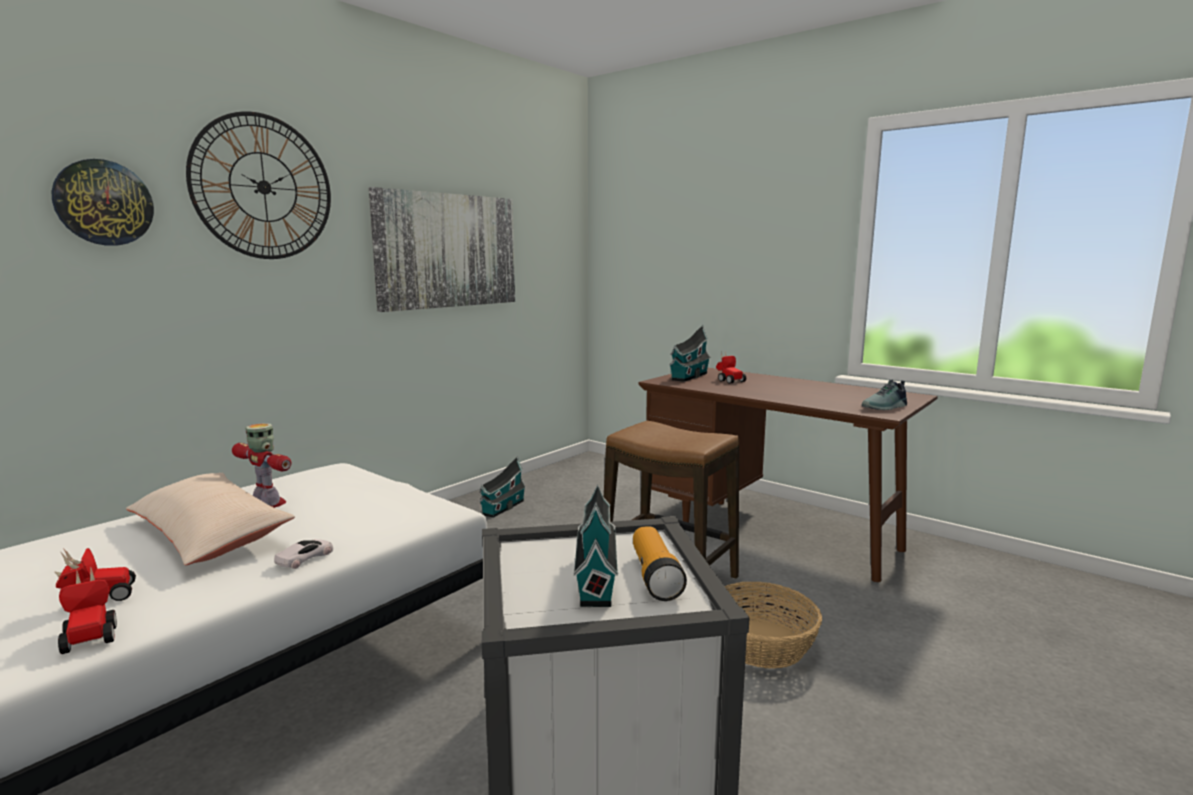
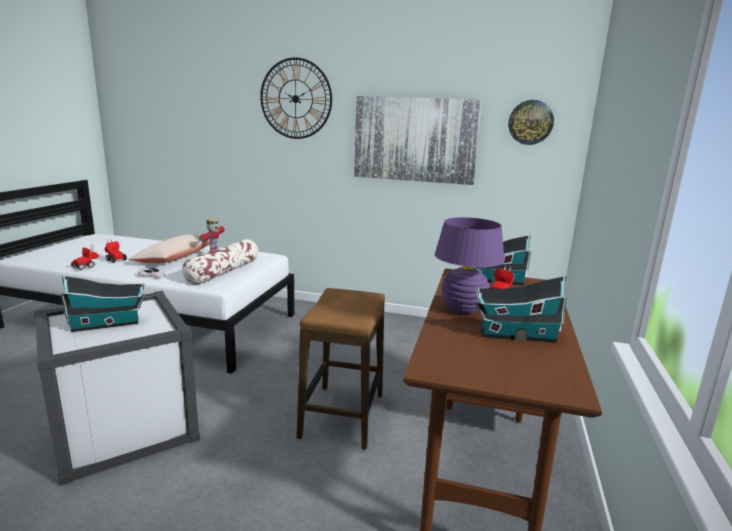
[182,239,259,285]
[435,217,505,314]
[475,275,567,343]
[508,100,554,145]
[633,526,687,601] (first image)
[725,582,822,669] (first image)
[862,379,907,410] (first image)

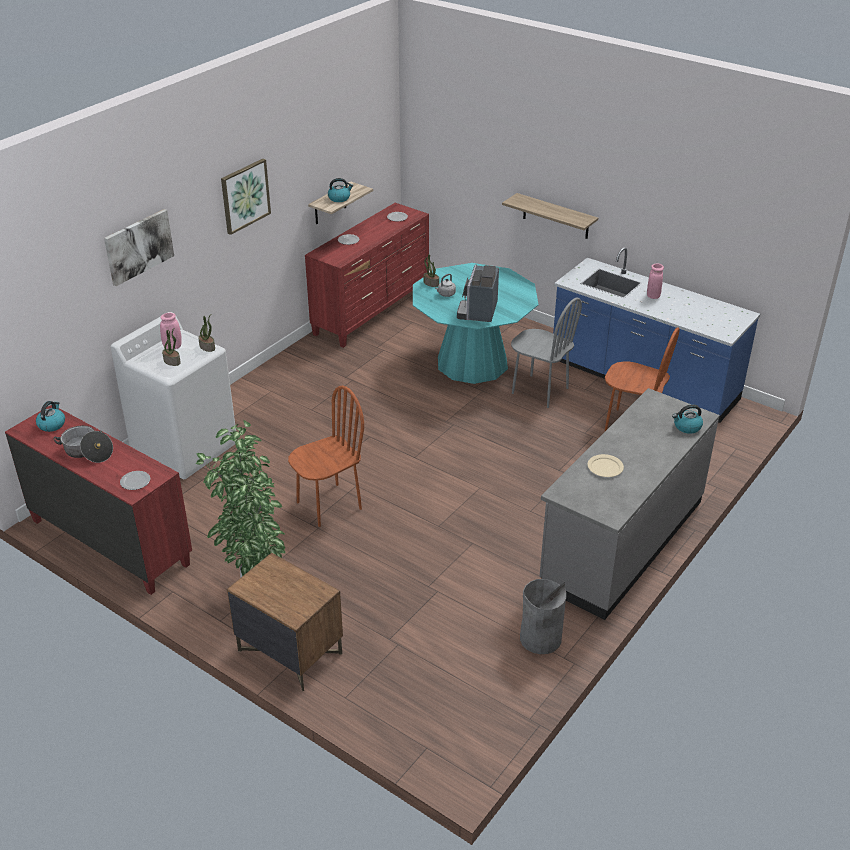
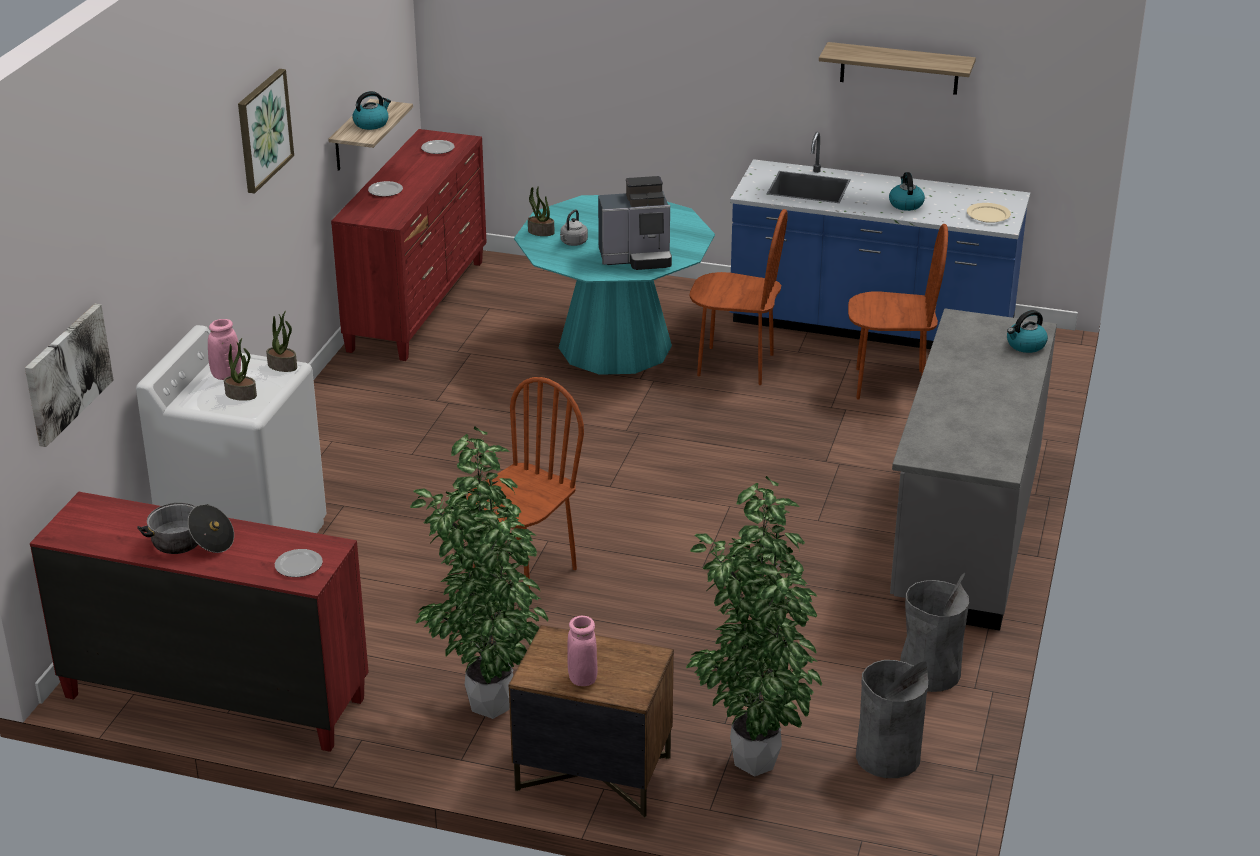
[25,304,113,447]
[567,616,597,686]
[598,176,672,270]
[686,476,822,777]
[690,209,788,385]
[819,42,976,95]
[856,660,928,778]
[889,172,925,211]
[967,203,1011,223]

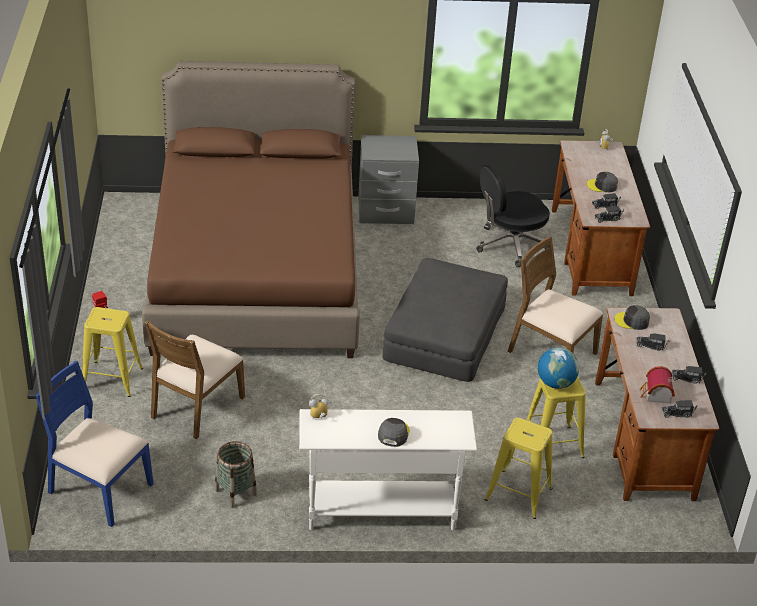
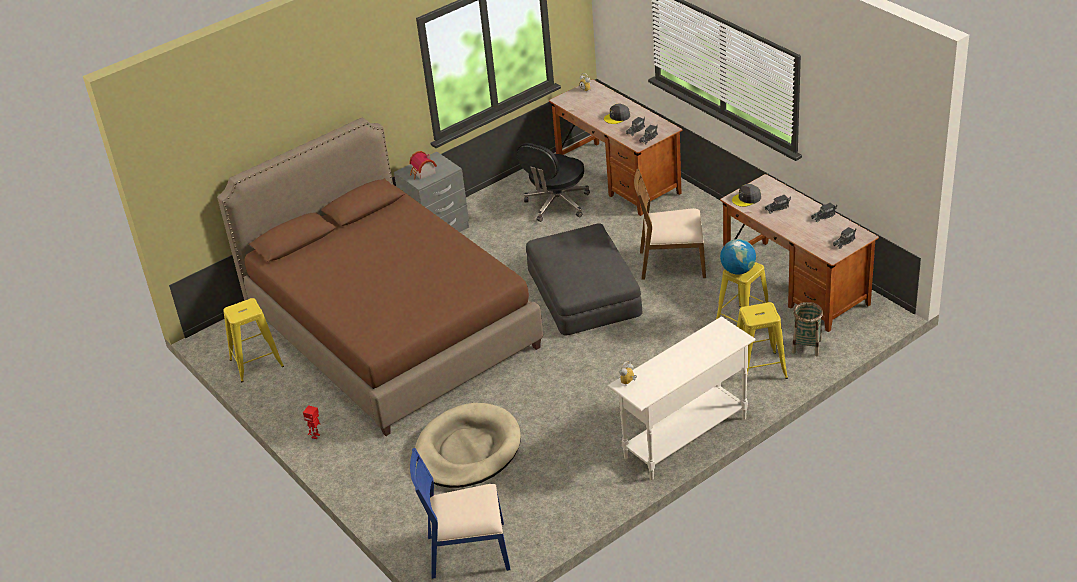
[223,298,284,382]
[409,151,437,179]
[415,403,521,488]
[792,302,823,356]
[378,418,410,447] (first image)

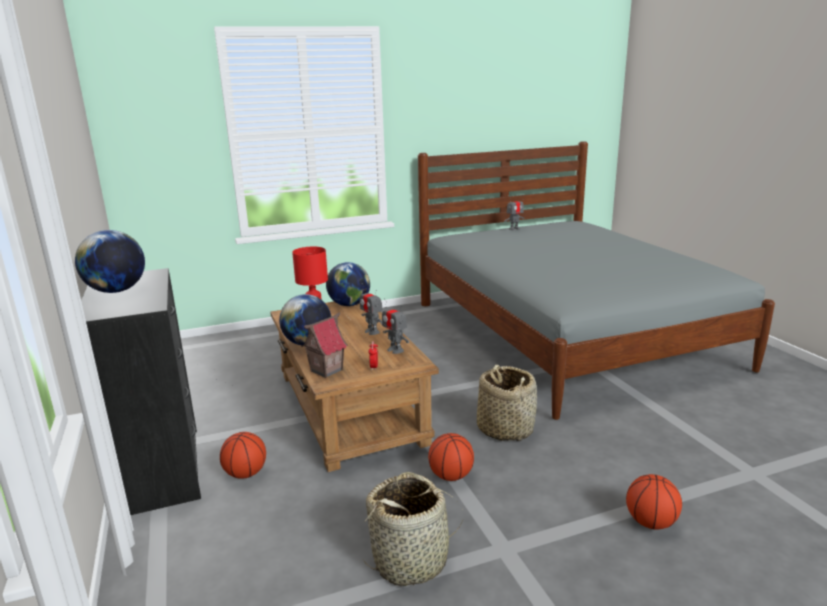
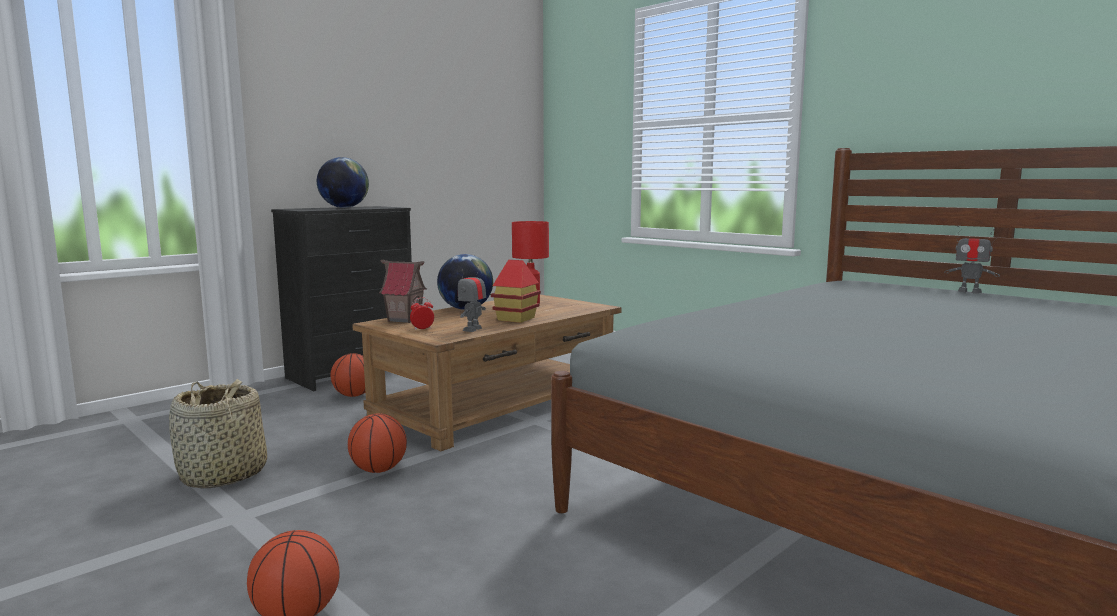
[491,260,541,323]
[326,262,370,306] (first image)
[477,365,537,441] (first image)

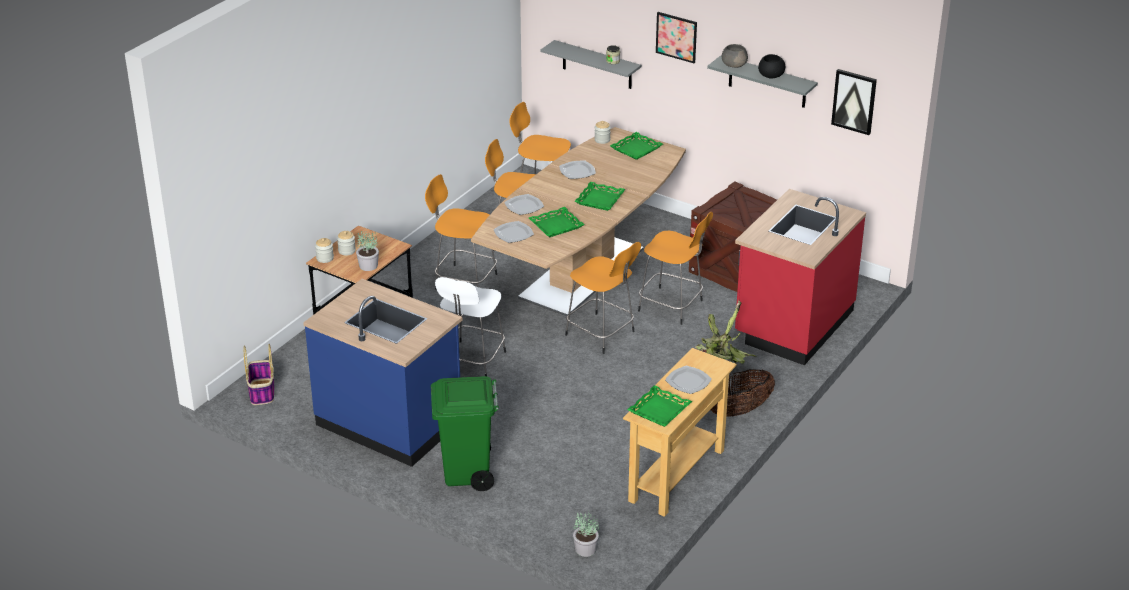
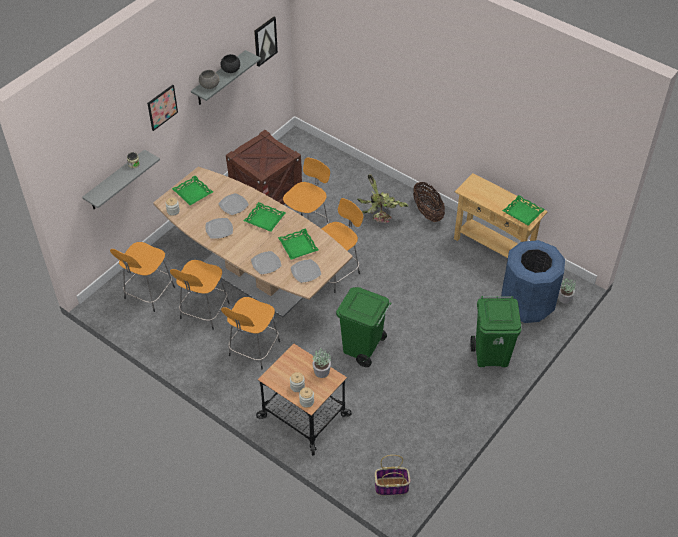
[218,193,249,215]
[336,287,392,367]
[501,240,565,323]
[303,279,462,467] (first image)
[735,189,866,365] (first image)

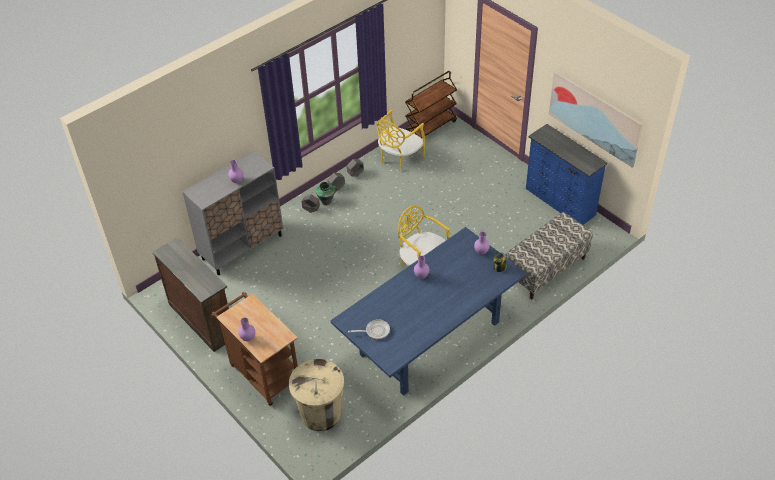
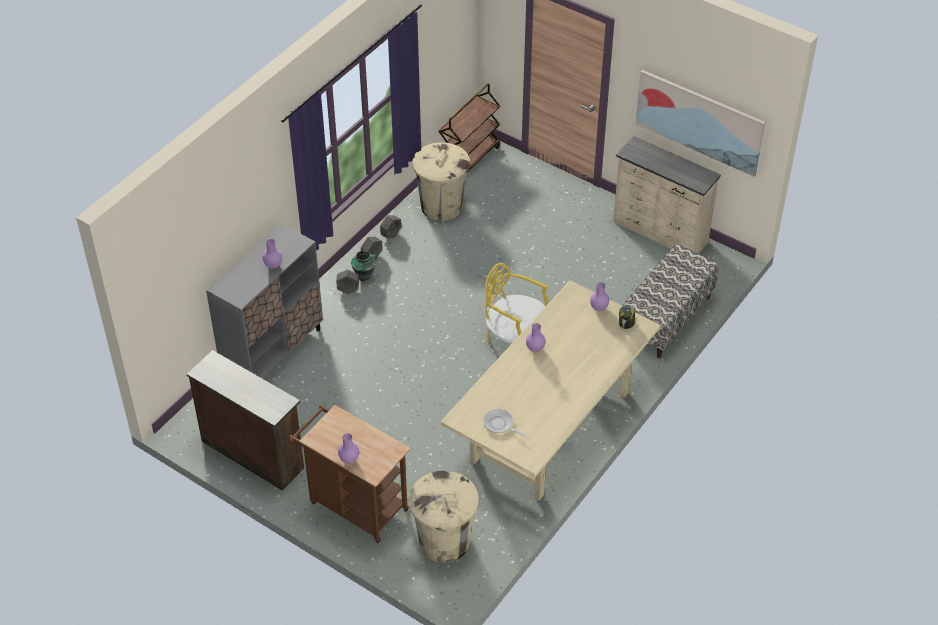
[412,142,470,221]
[441,280,660,501]
[483,409,529,438]
[613,136,721,253]

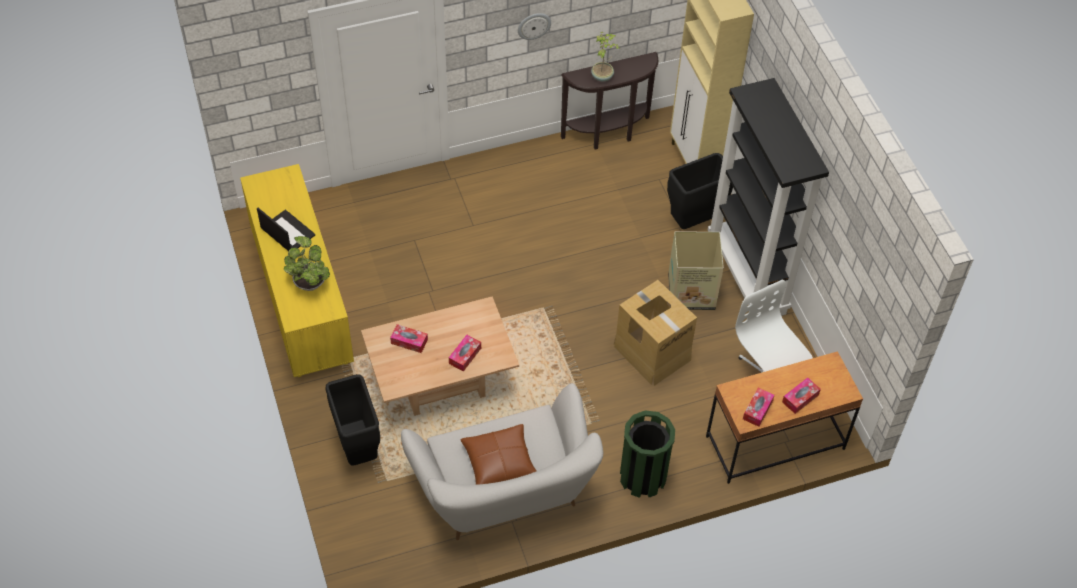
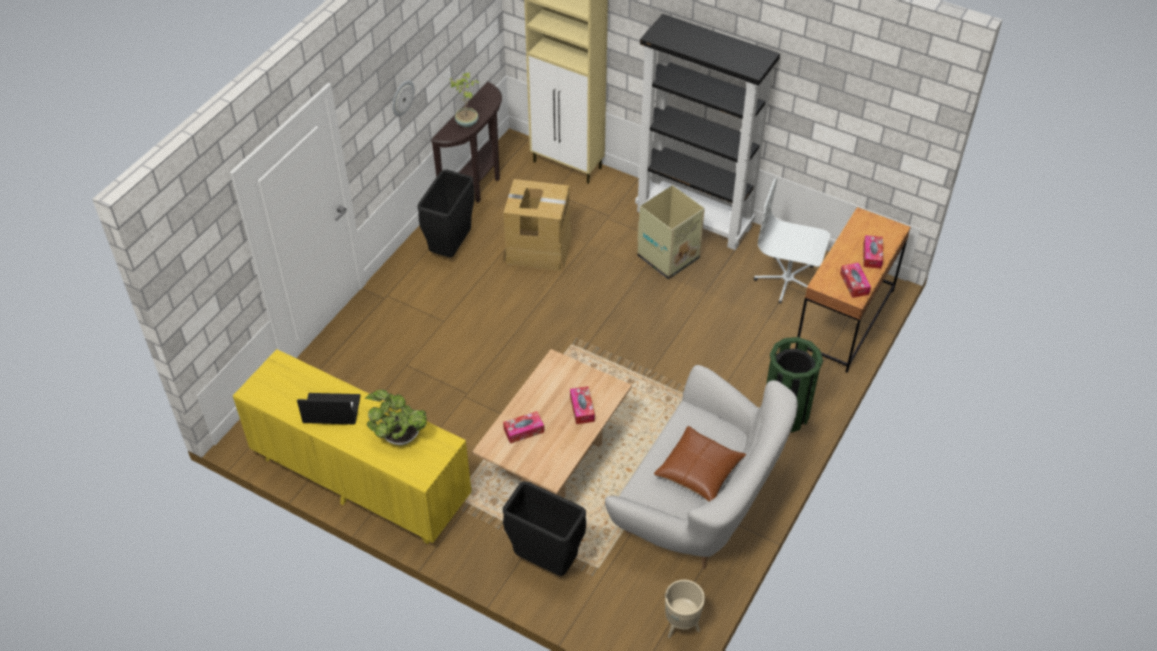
[417,170,475,258]
[504,179,572,271]
[665,580,705,638]

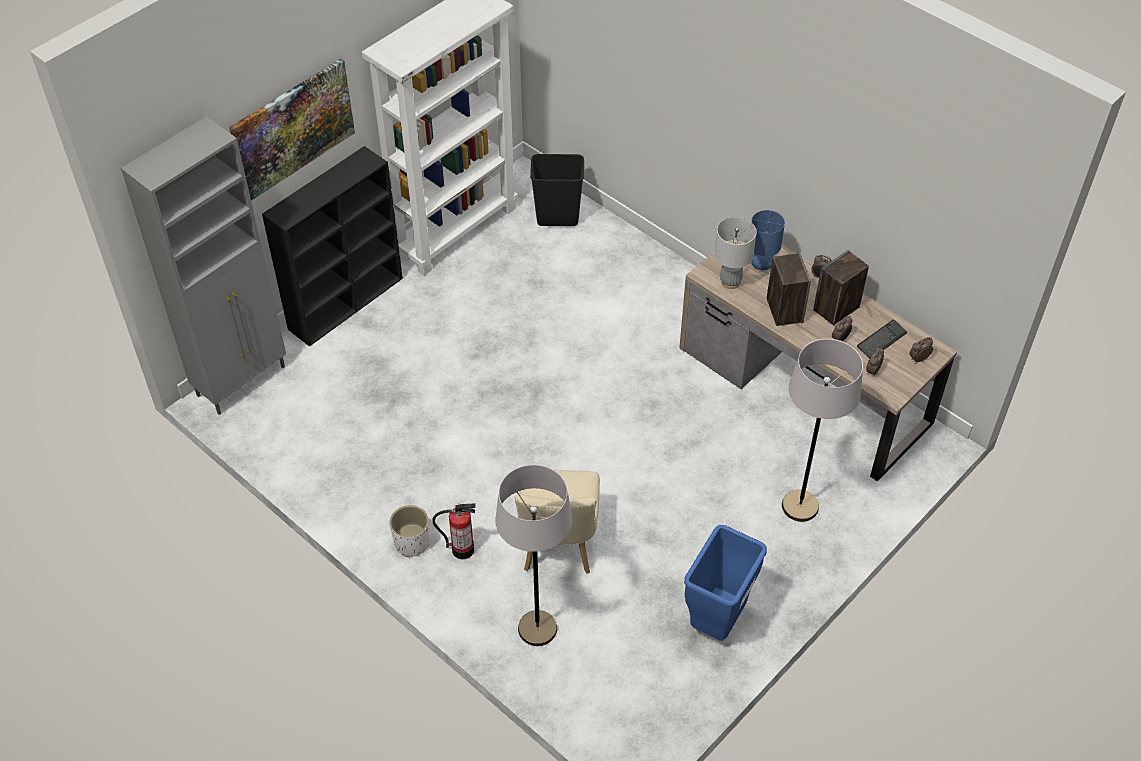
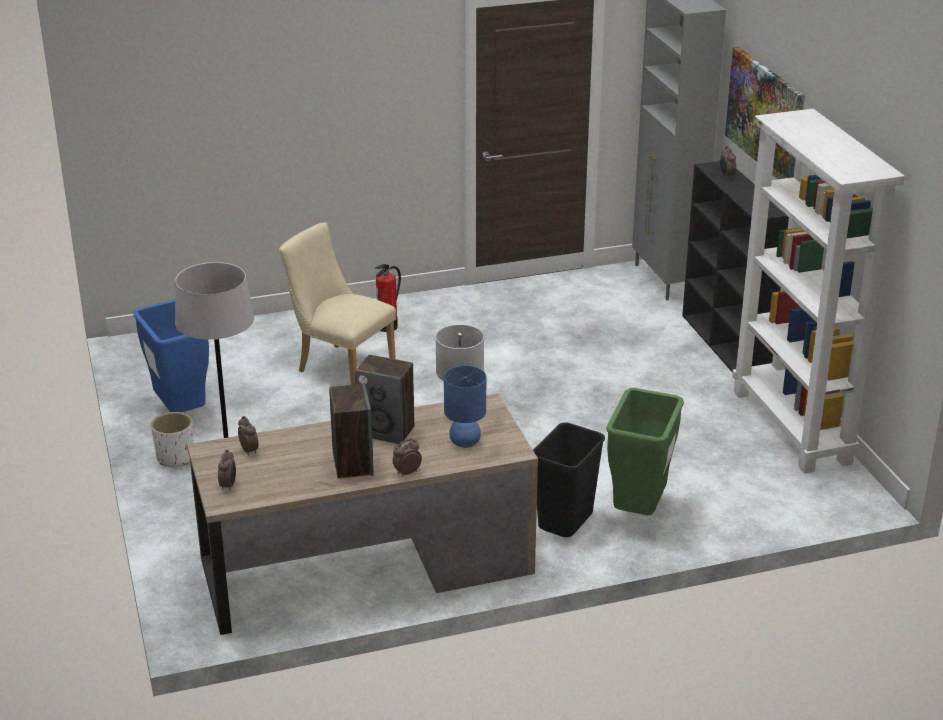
[151,412,194,466]
[533,422,605,537]
[606,388,684,515]
[719,146,736,179]
[495,464,572,646] (first image)
[857,319,908,359] (first image)

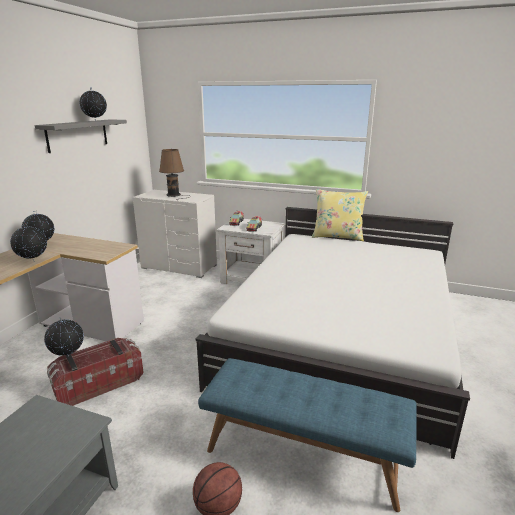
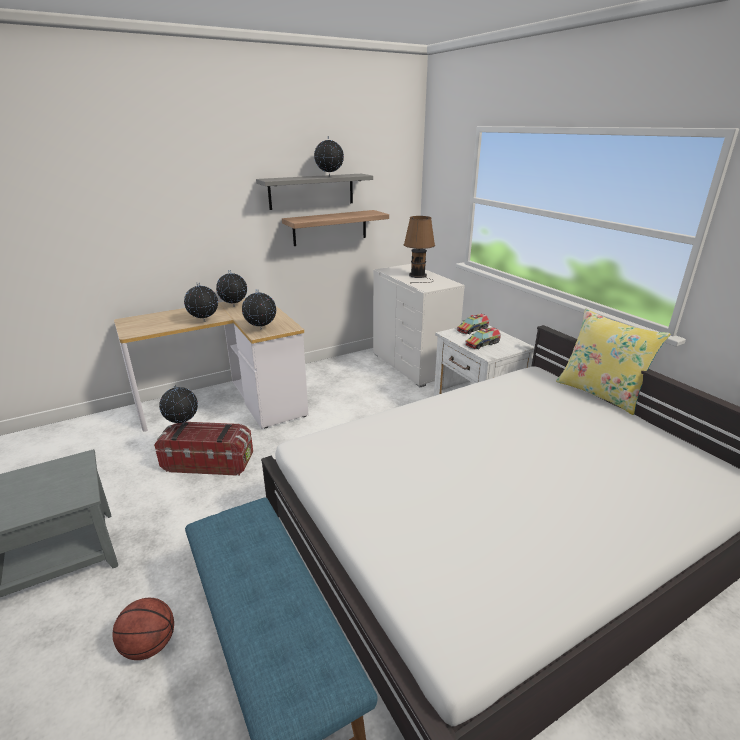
[242,289,276,330]
[282,210,389,246]

